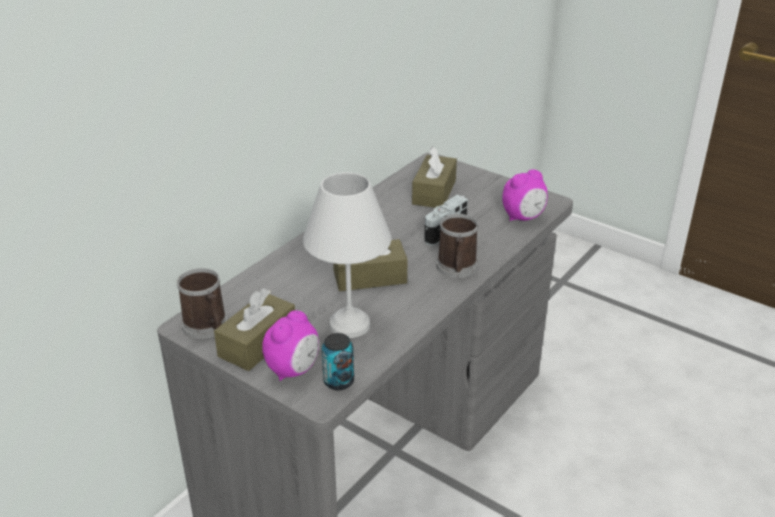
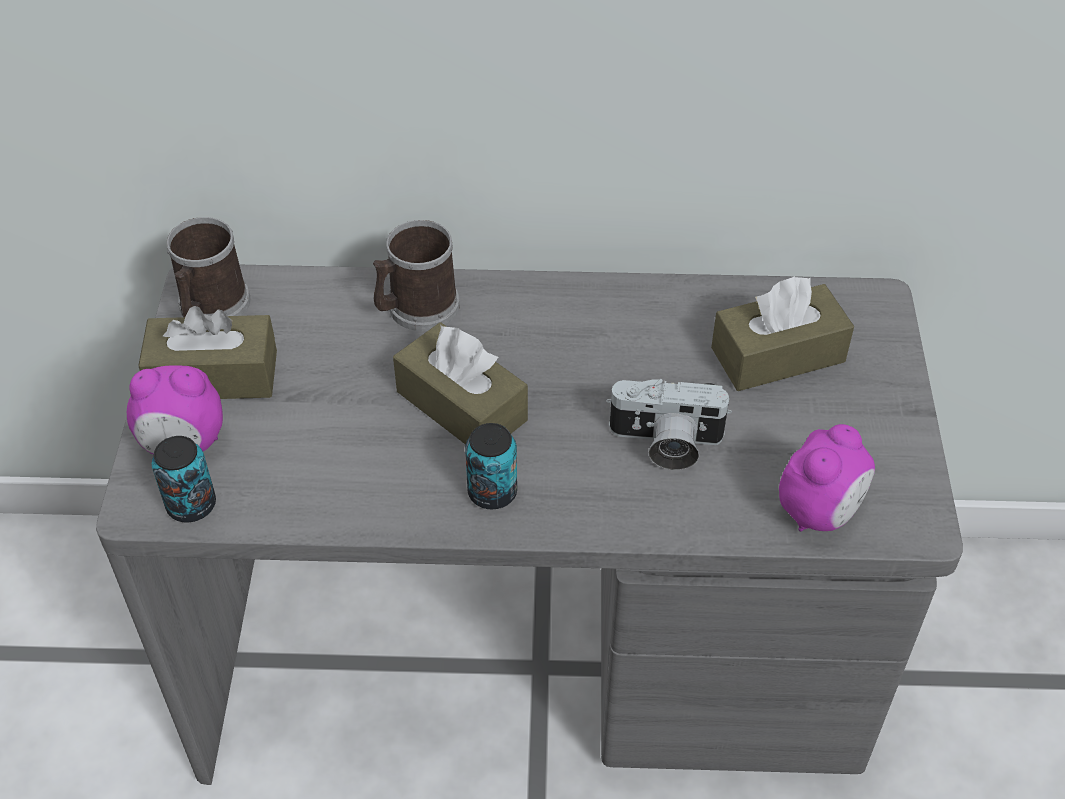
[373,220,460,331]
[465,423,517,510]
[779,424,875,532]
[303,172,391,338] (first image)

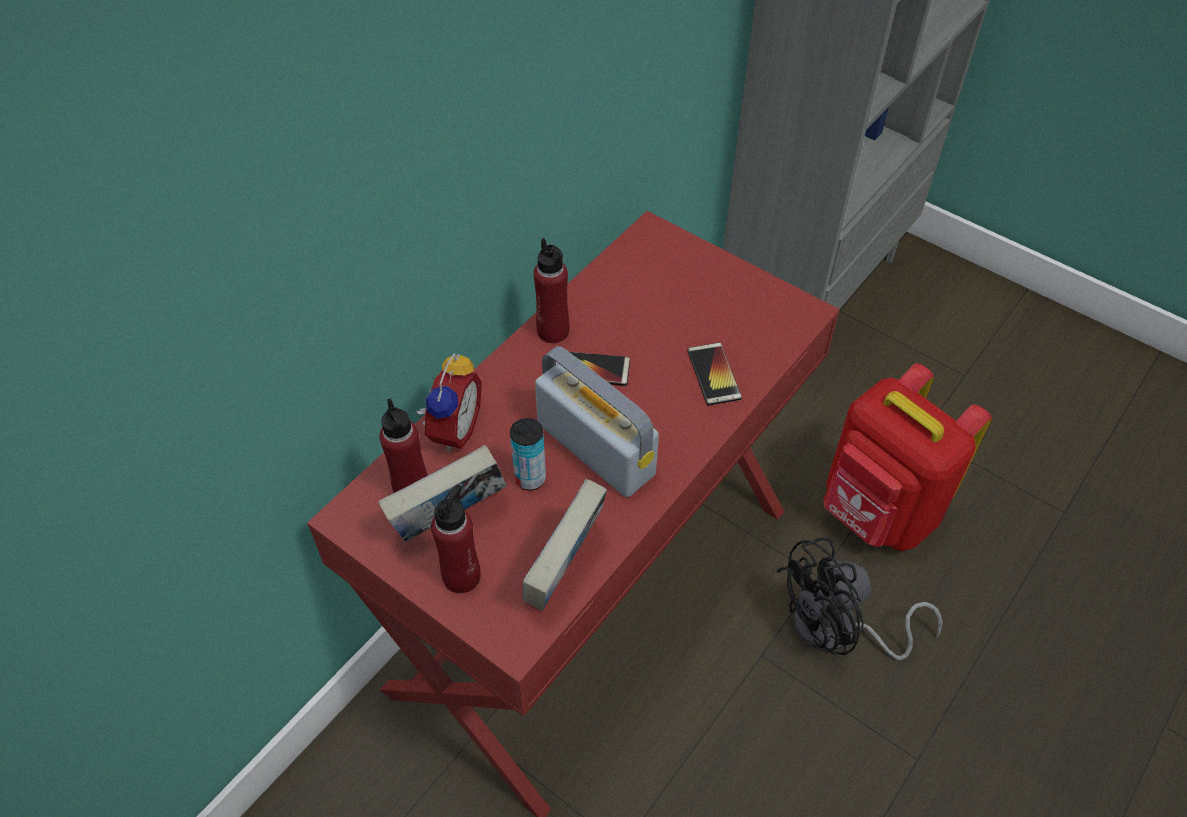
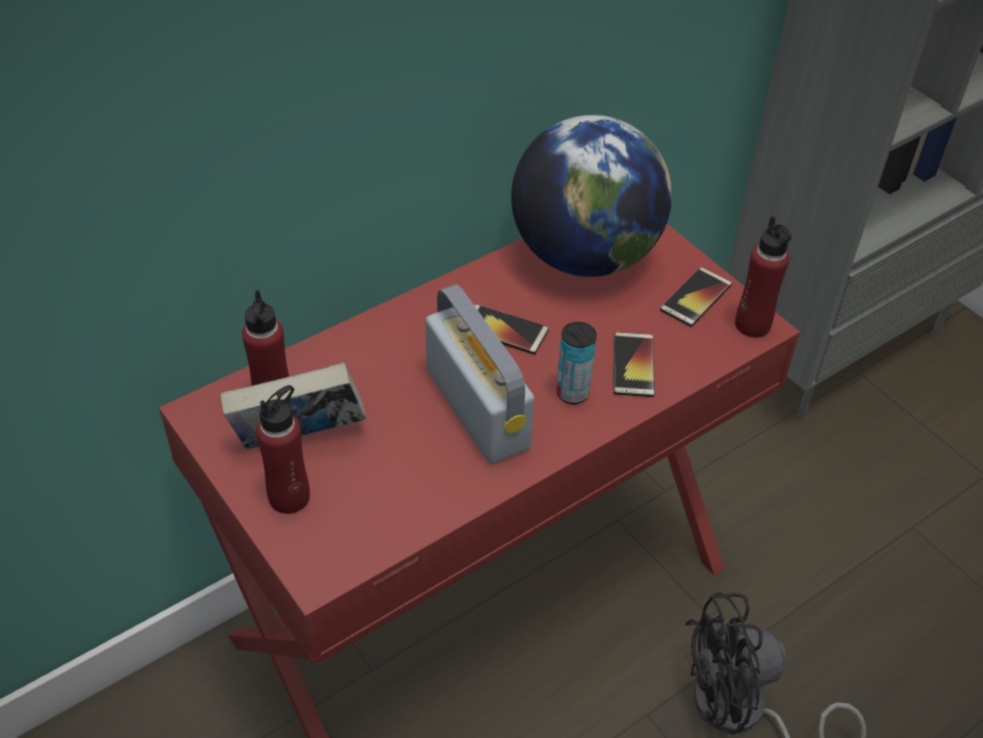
[511,115,672,277]
[556,322,597,404]
[660,267,732,327]
[735,216,792,338]
[416,353,482,451] (first image)
[523,479,607,611] (first image)
[823,363,992,551] (first image)

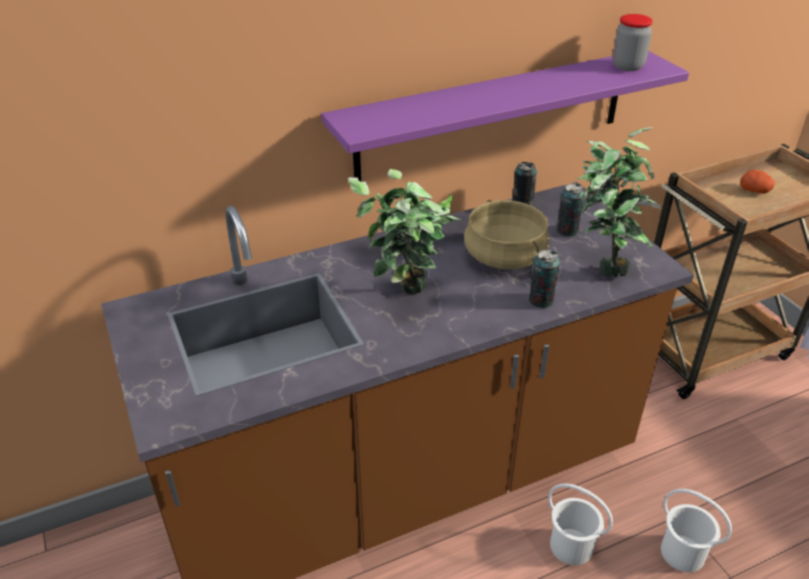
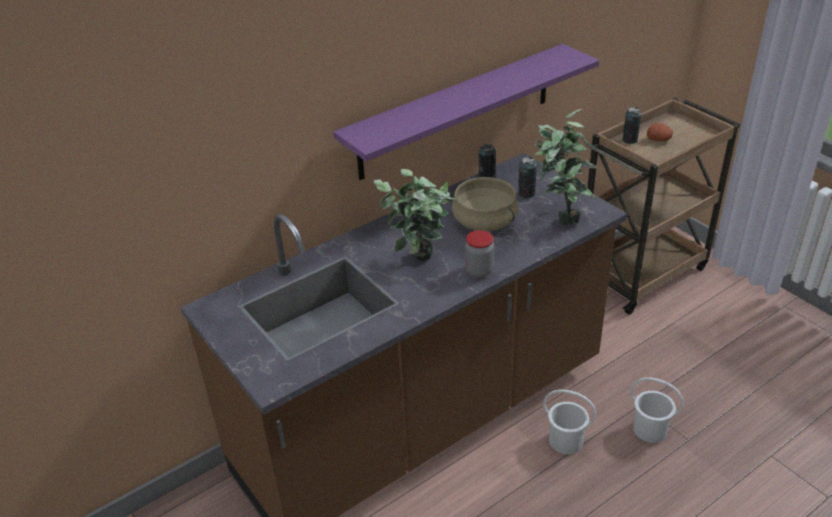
[465,230,494,278]
[622,107,641,144]

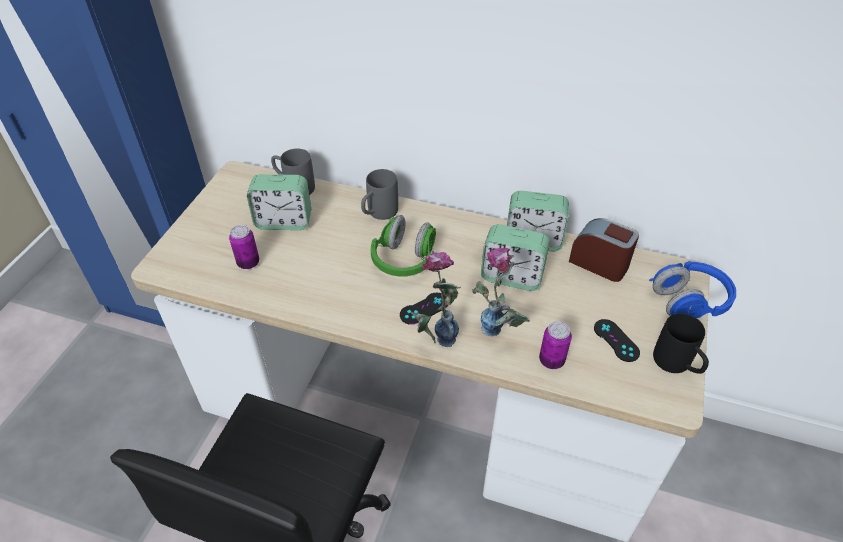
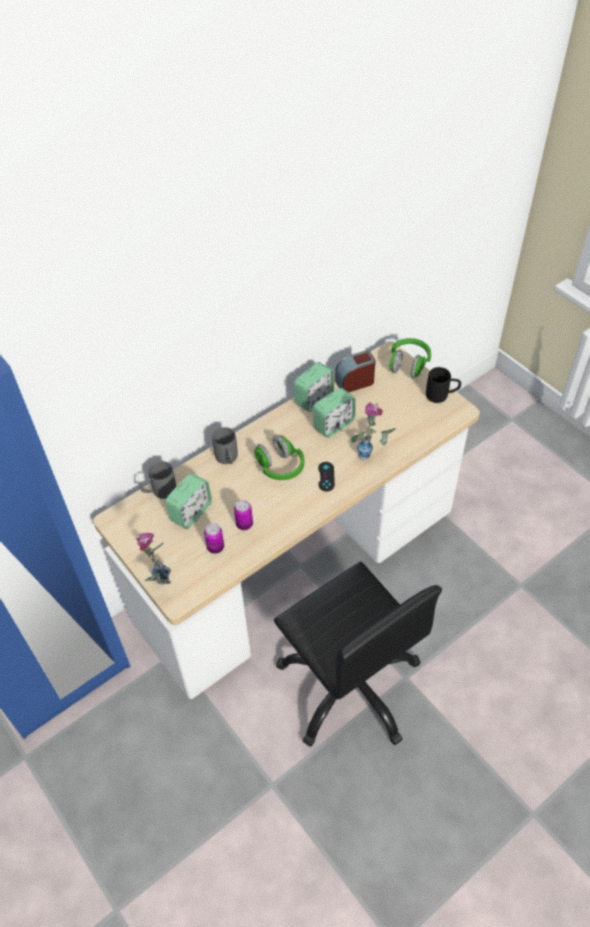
[136,533,171,585]
[234,500,253,530]
[389,338,431,378]
[594,319,640,362] (first image)

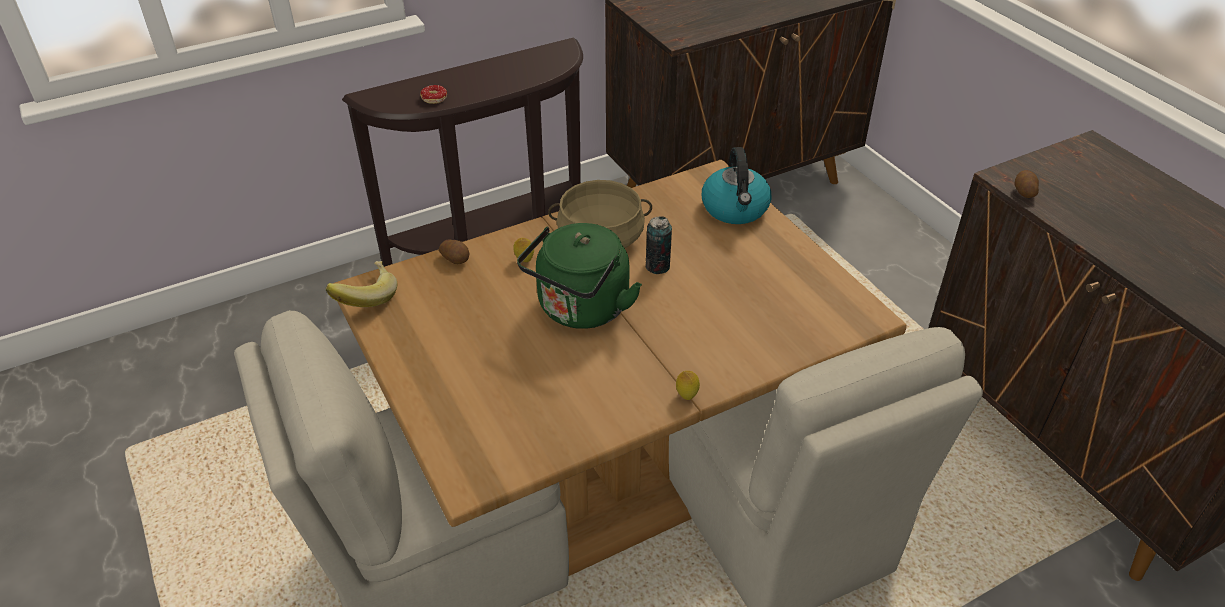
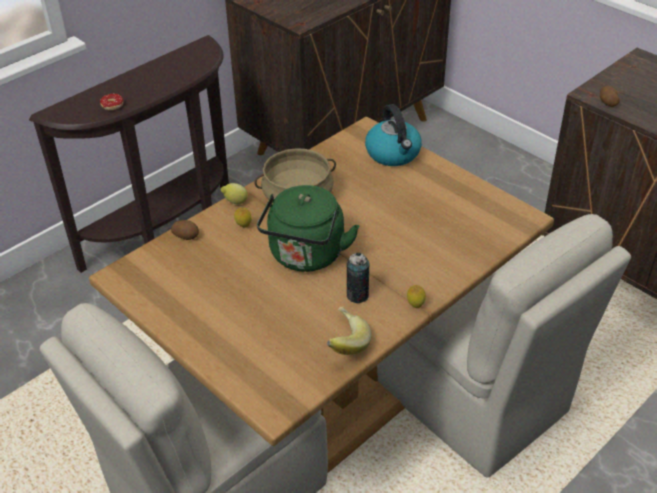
[221,183,248,204]
[327,306,372,355]
[347,253,369,303]

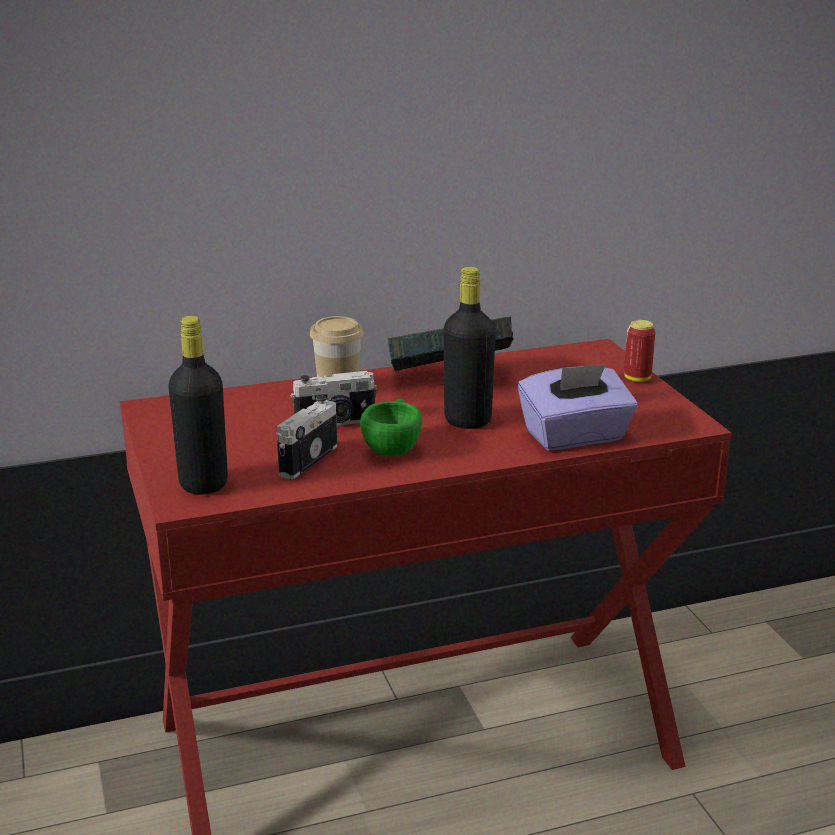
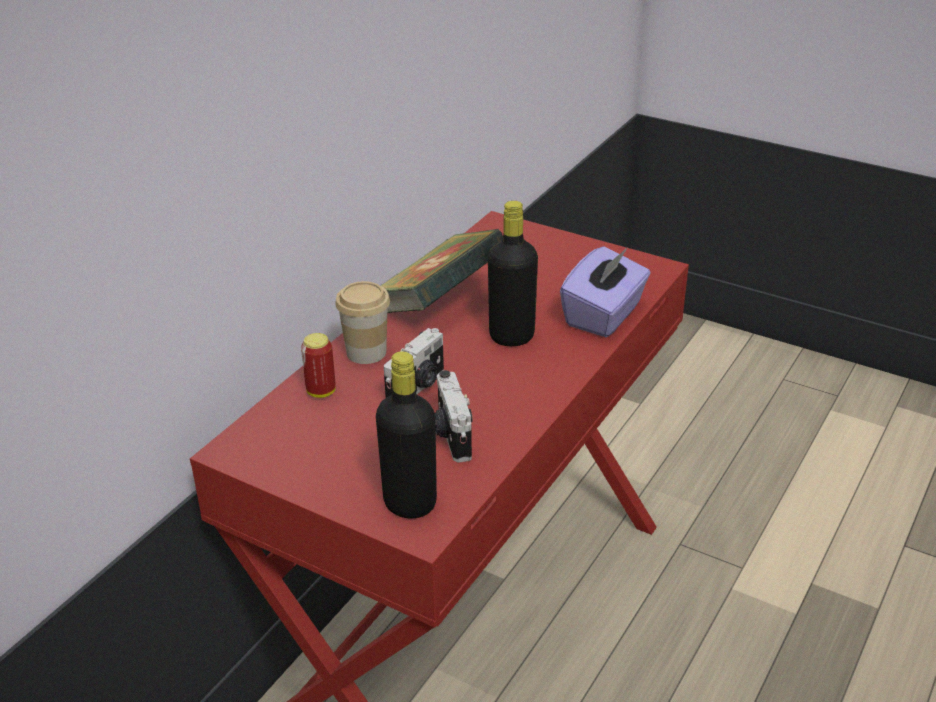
[301,333,336,398]
[360,398,422,456] (first image)

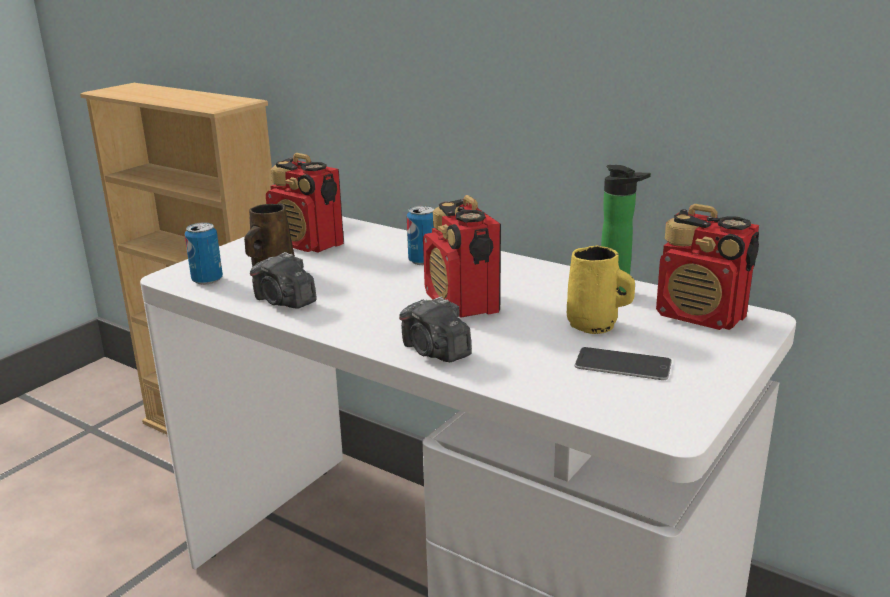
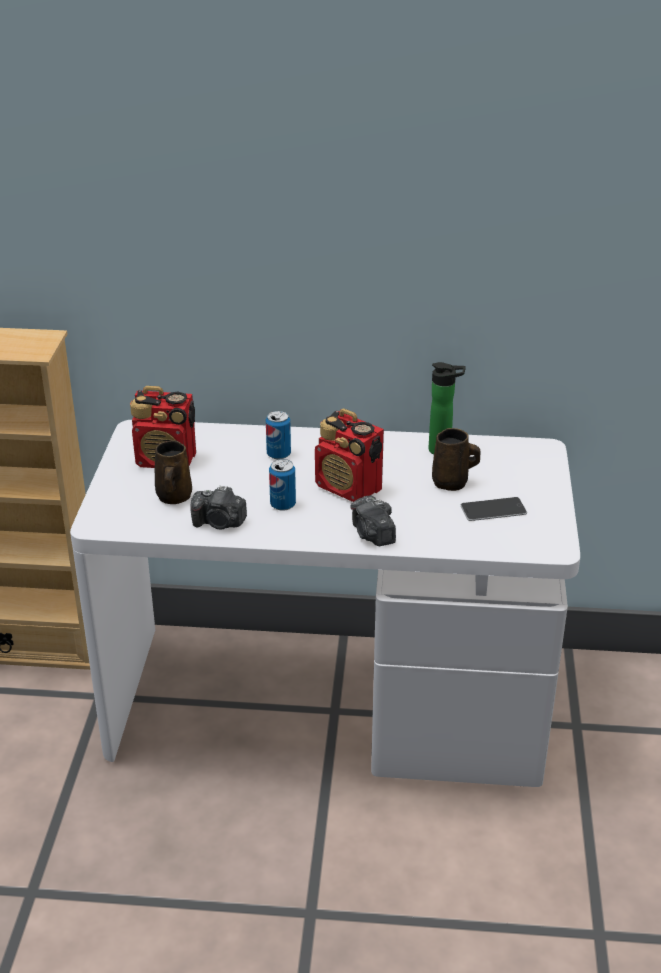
[269,459,296,511]
[350,495,396,546]
[432,428,480,491]
[656,204,759,330] (first image)

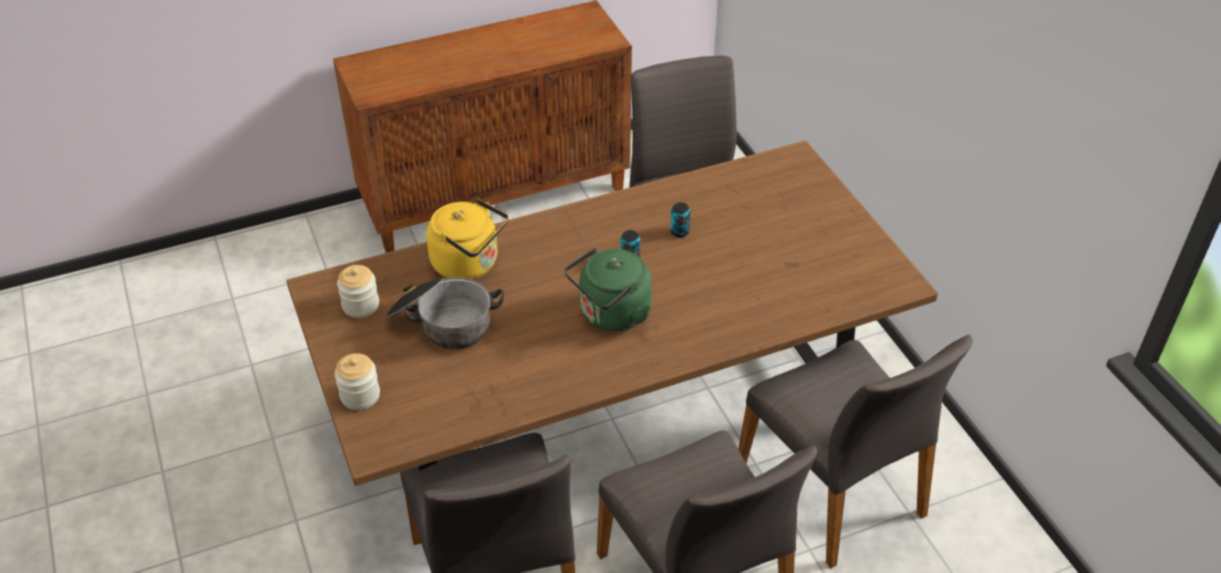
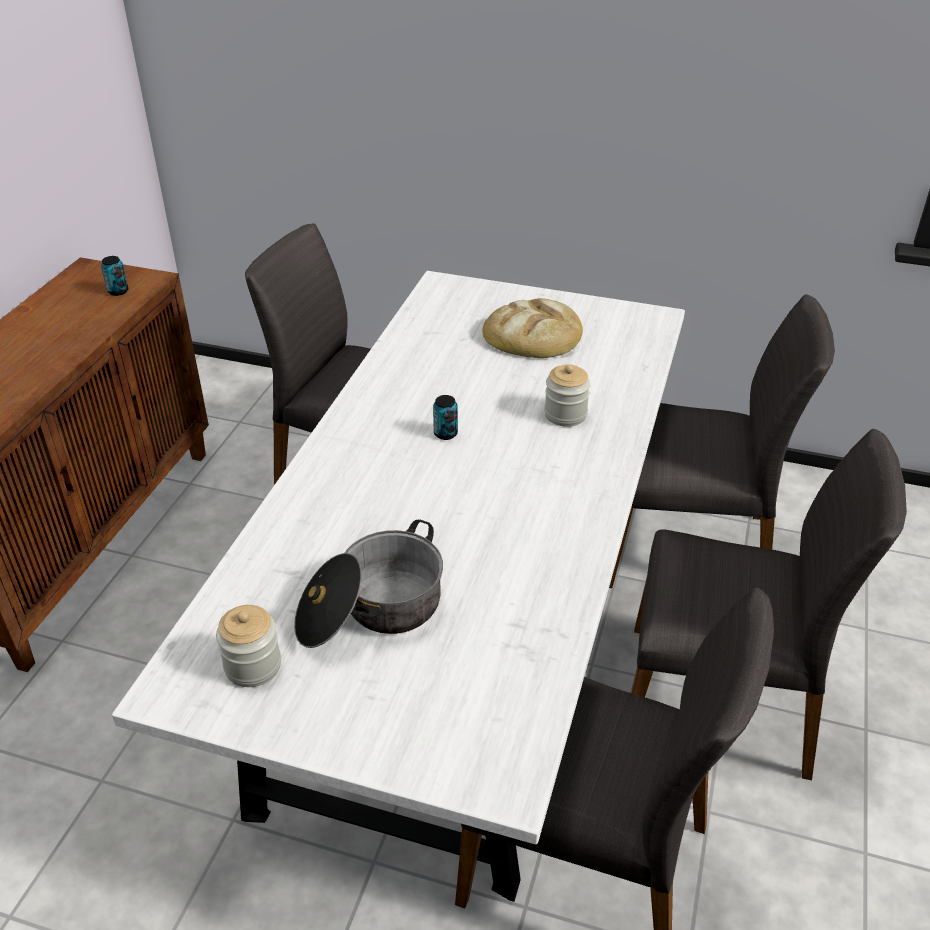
[101,256,128,296]
[112,271,685,902]
[482,298,583,358]
[544,364,590,427]
[426,198,509,279] (first image)
[565,247,652,331] (first image)

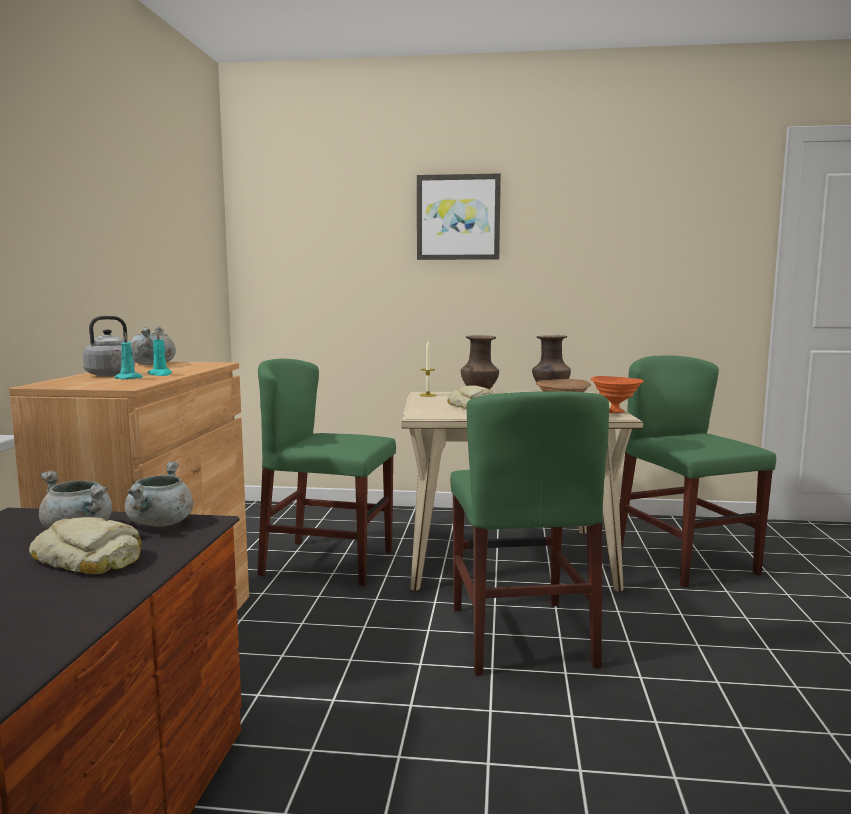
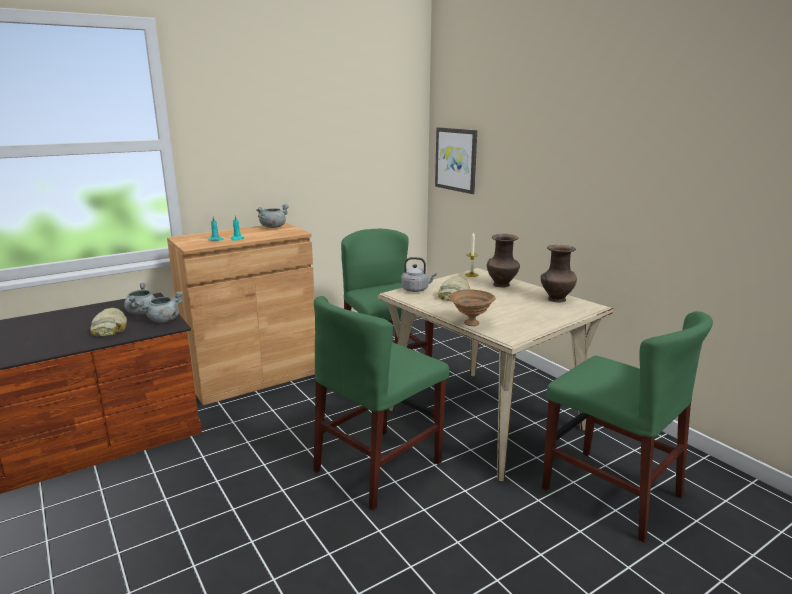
[401,257,437,292]
[435,127,477,194]
[542,311,713,543]
[590,376,644,413] (first image)

